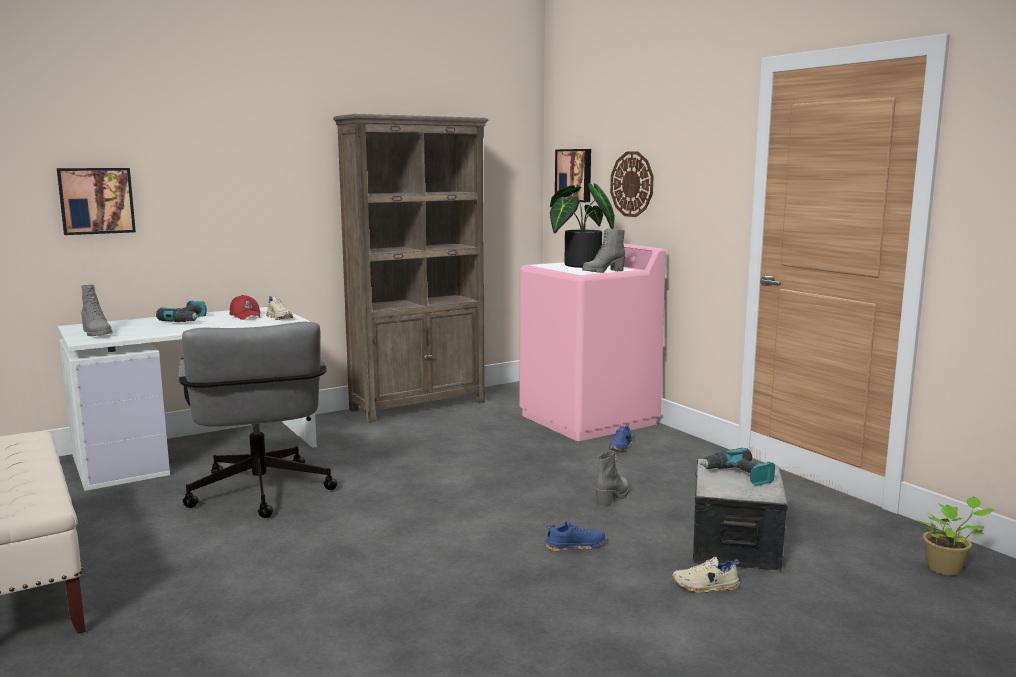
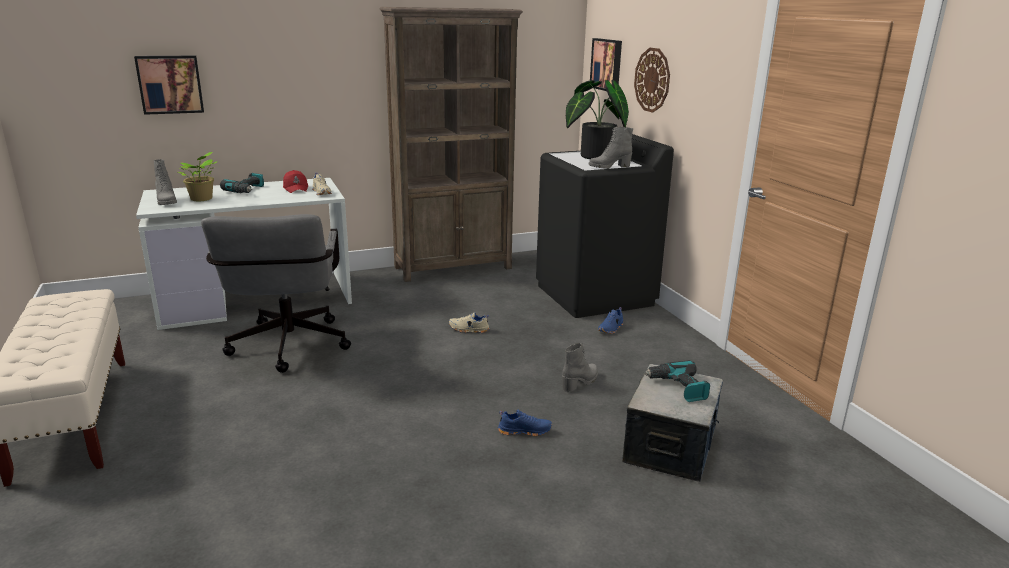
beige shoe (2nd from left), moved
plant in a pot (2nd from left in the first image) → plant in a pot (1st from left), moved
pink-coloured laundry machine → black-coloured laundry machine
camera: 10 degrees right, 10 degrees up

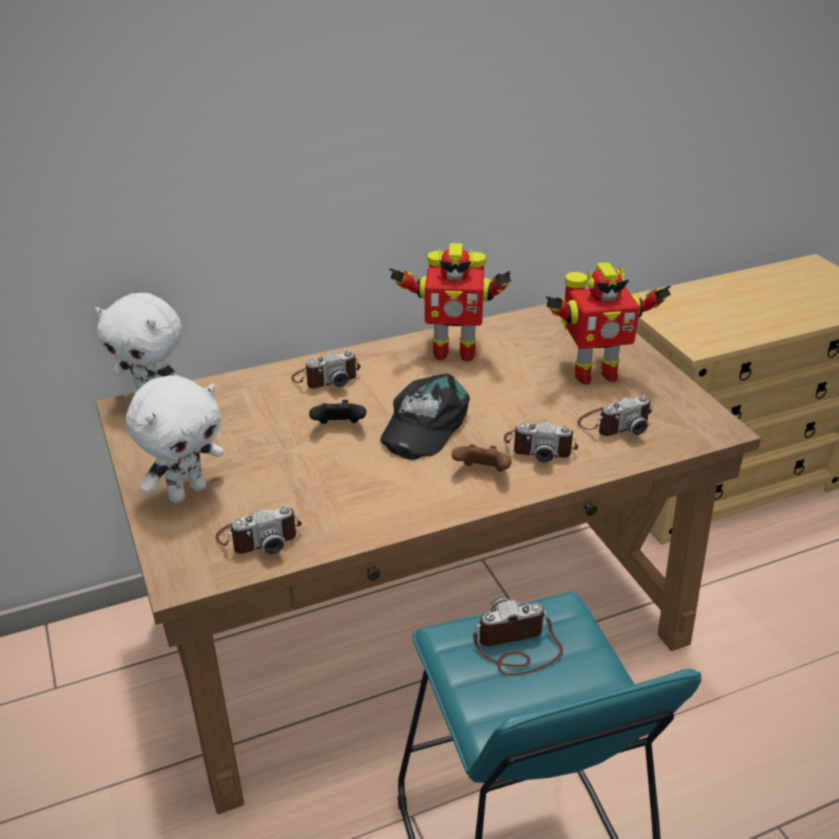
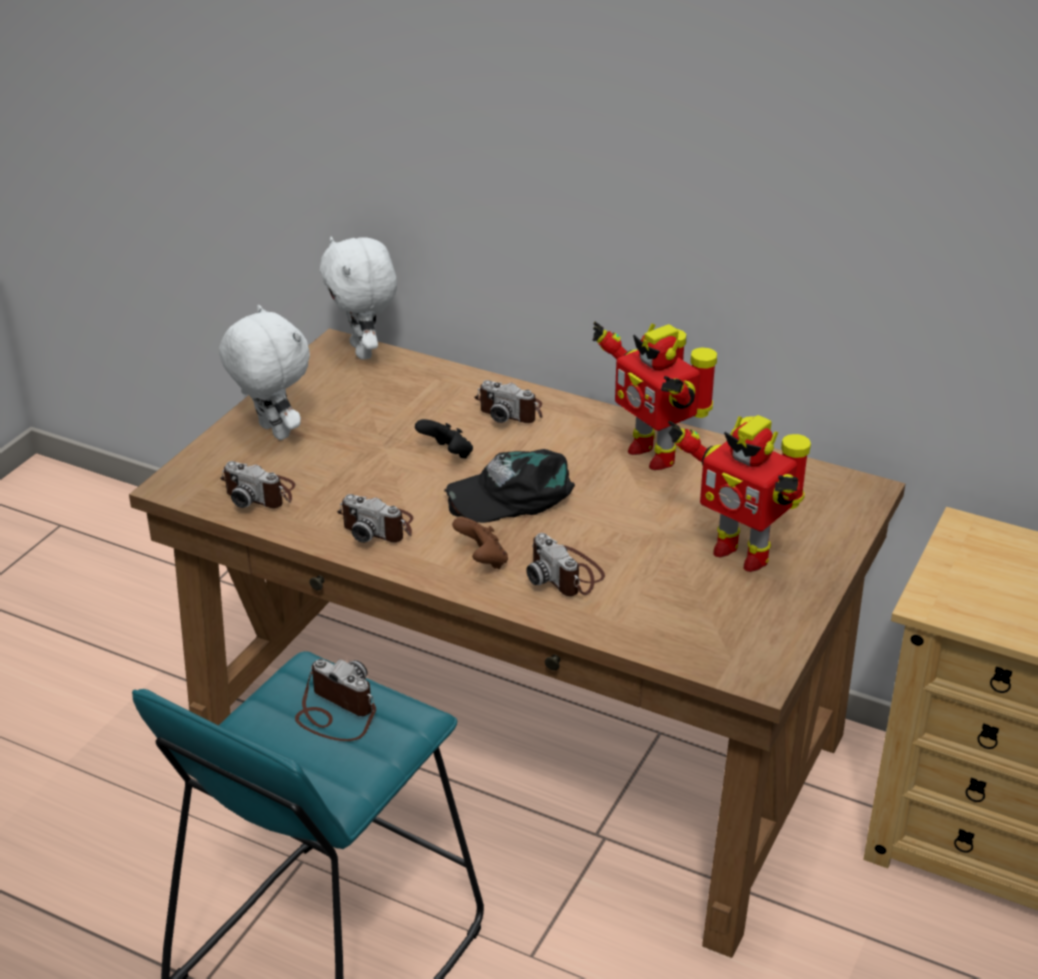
photo camera (5th from left in the first image) → photo camera (3rd from left), moved
white-coloured plush toy (2nd from left in the first image) → white-coloured plush toy (1st from left), 135 degrees counterclockwise
camera: 50 degrees right, 0 degrees up

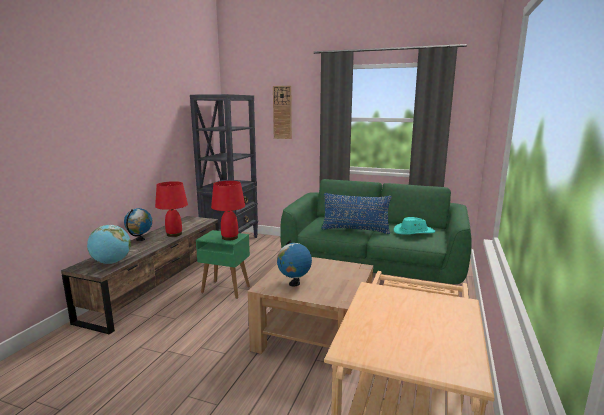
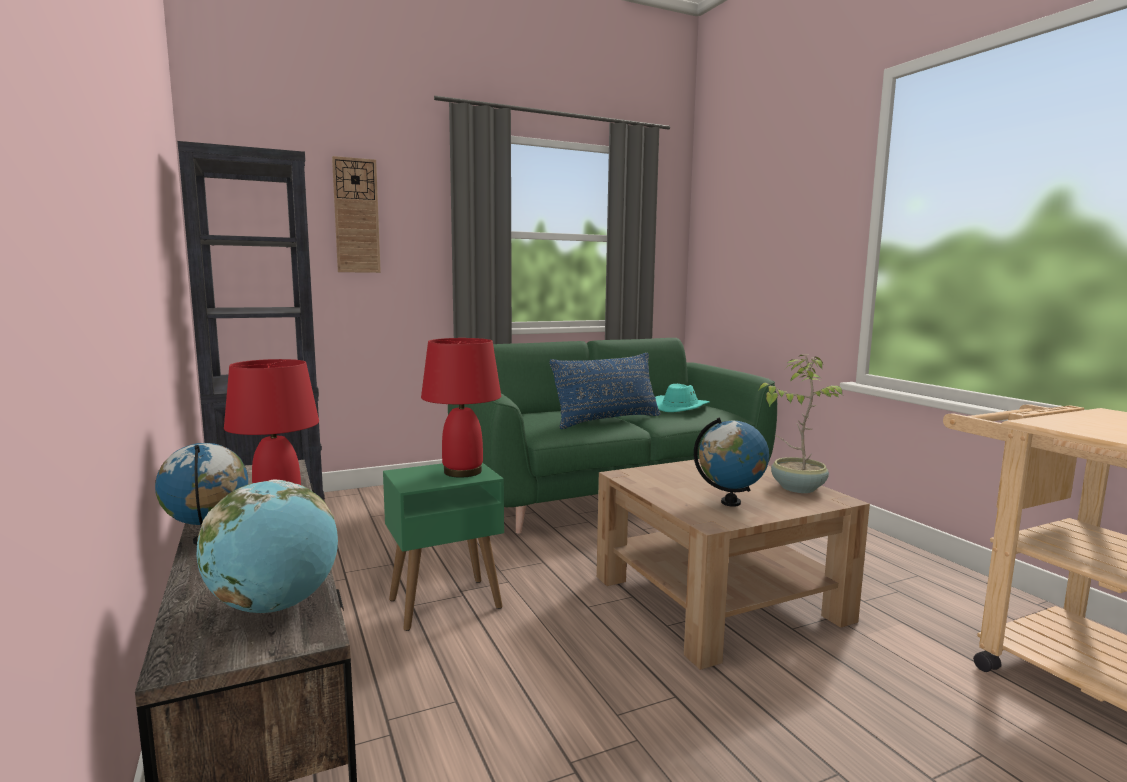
- → plant in a pot
camera: 45 degrees left, 5 degrees down

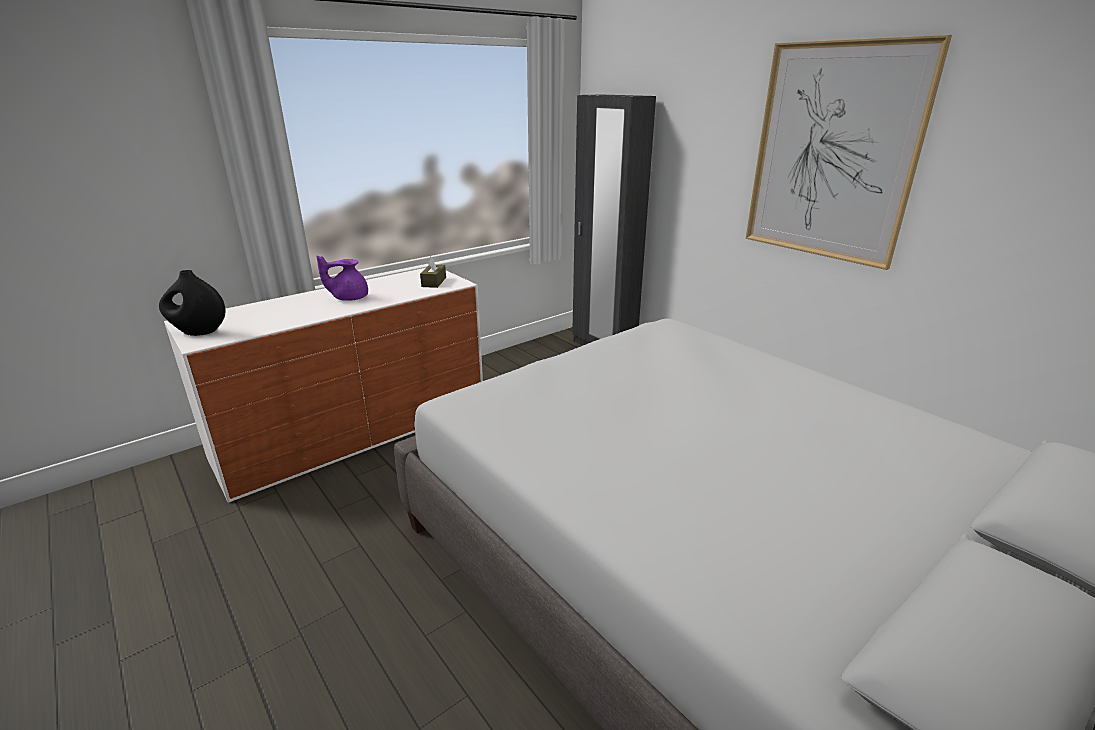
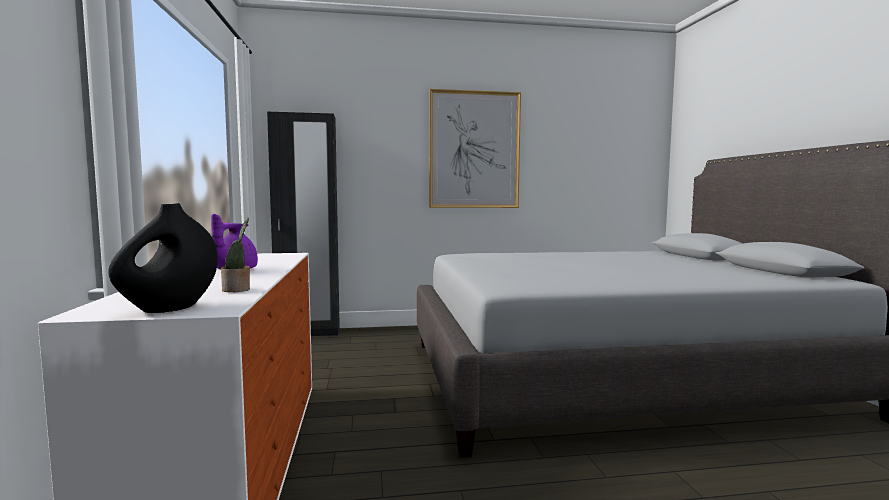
brown tissue holder → -
- → plant in a pot
camera: 60 degrees left, 20 degrees down

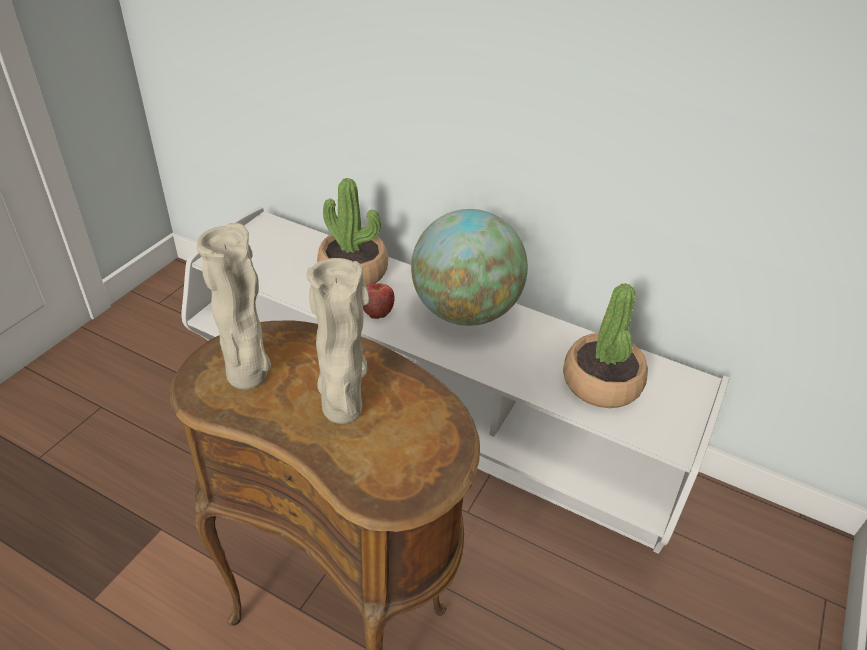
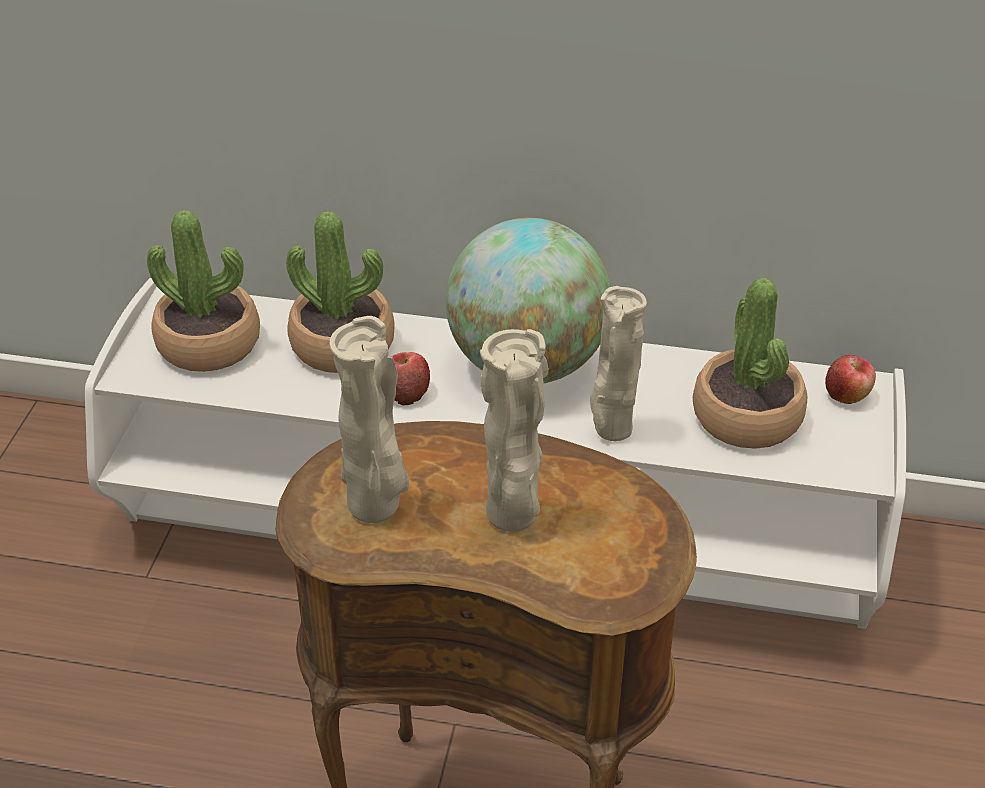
- → plant in a pot (1st from left)
- → beige vase (3rd from left)
- → apple (2nd from left)
camera: 15 degrees left, 0 degrees up

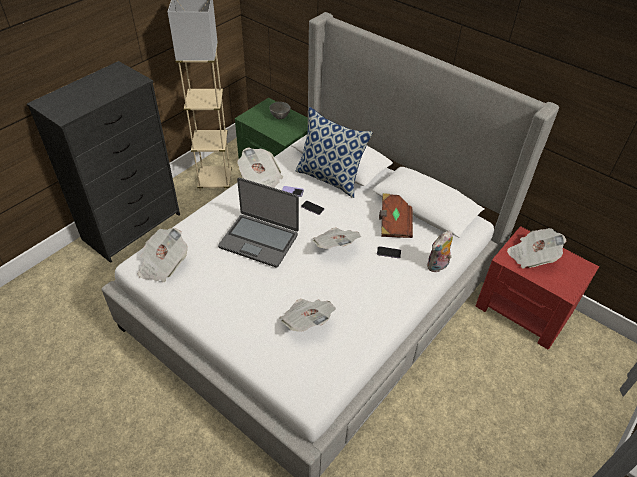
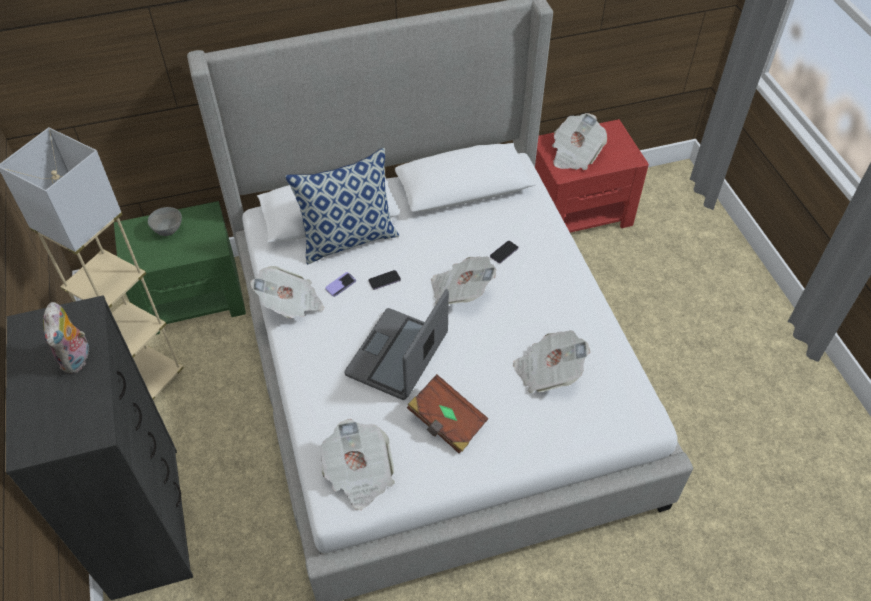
brown bound book, moved
plush toy, moved
laptop, 150 degrees clockwise
camera: 55 degrees left, 5 degrees up

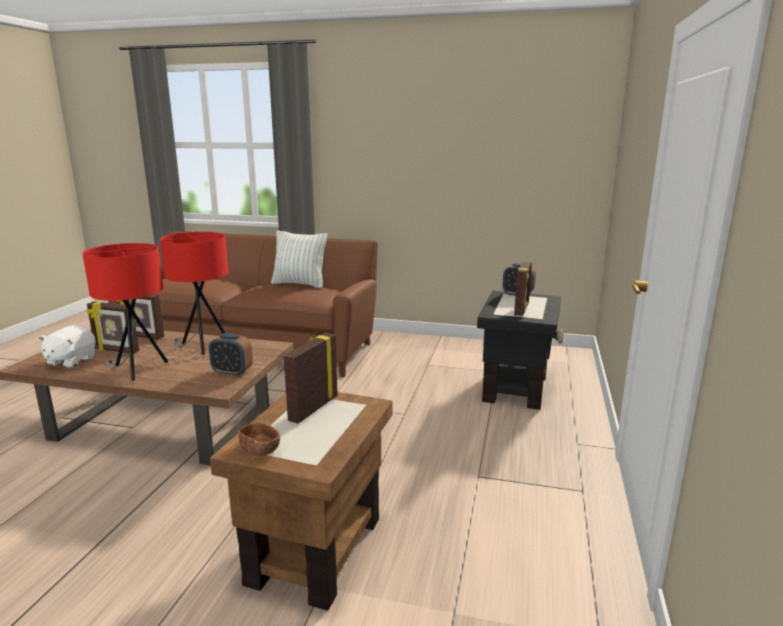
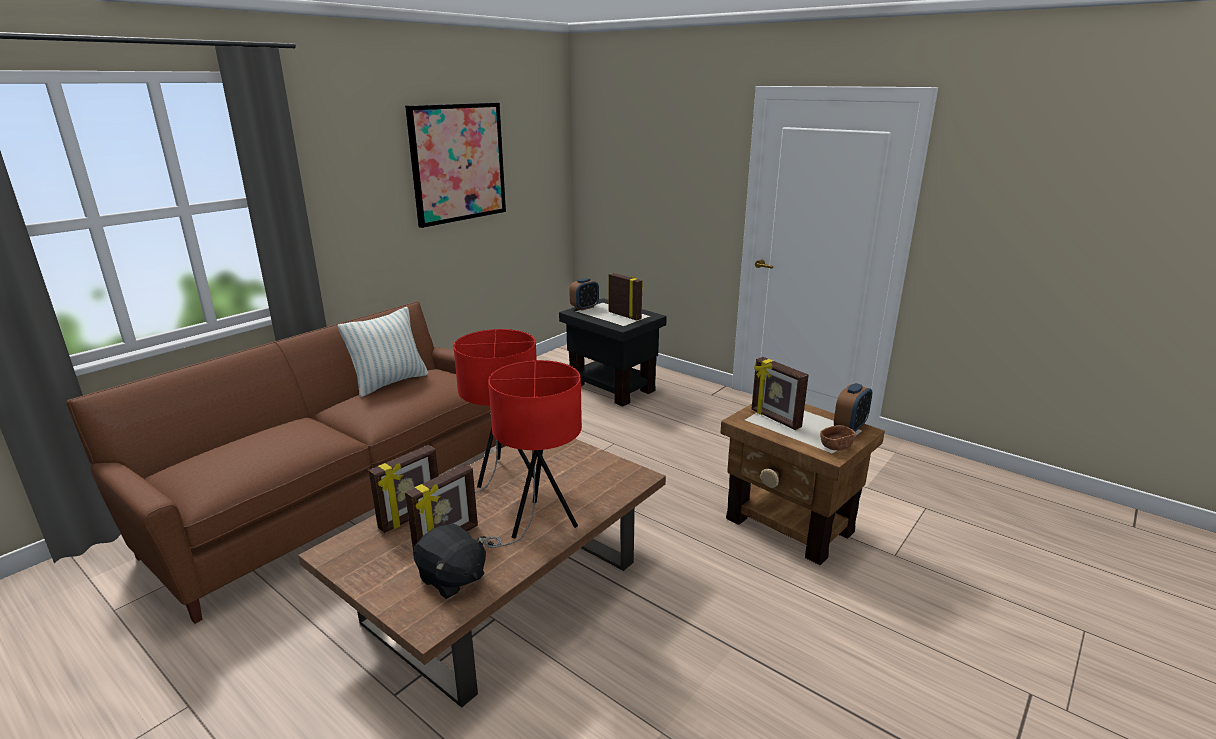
- → wall art
alarm clock (1st from left in the first image) → alarm clock (2nd from left), moved
white-coloured plush toy → black-coloured plush toy
camera: 65 degrees left, 5 degrees up

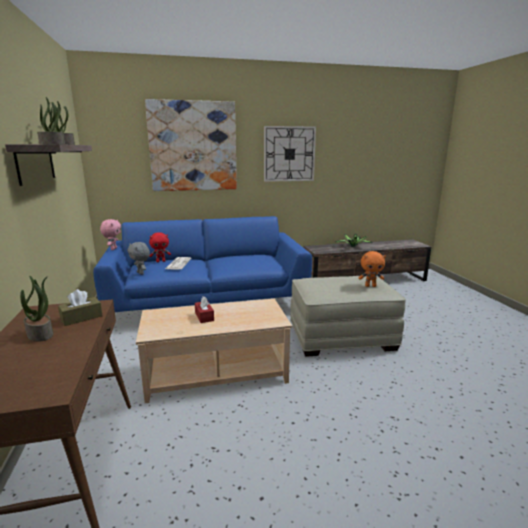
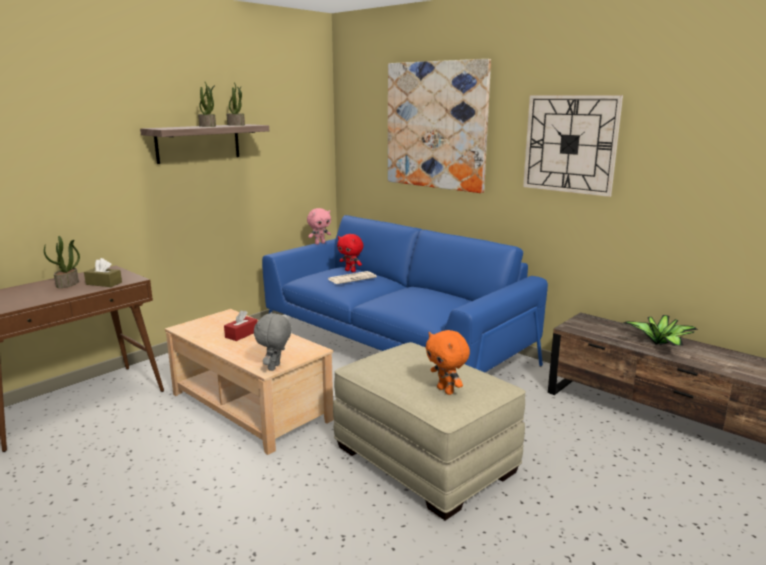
greyish plush toy, moved
camera: 55 degrees right, 0 degrees up

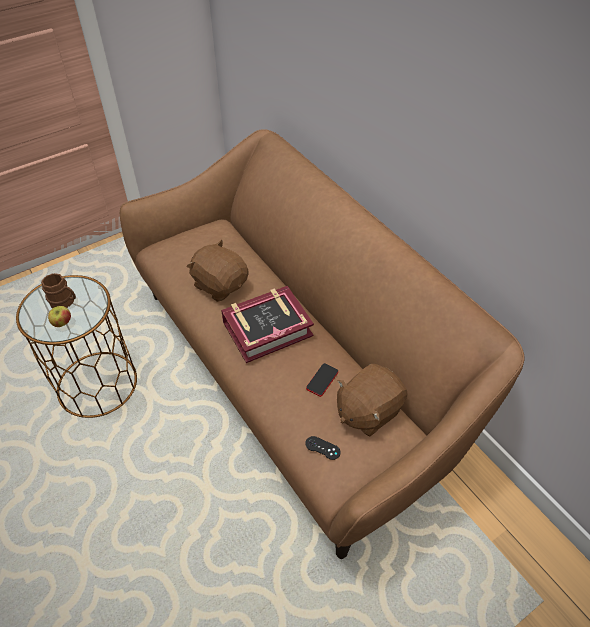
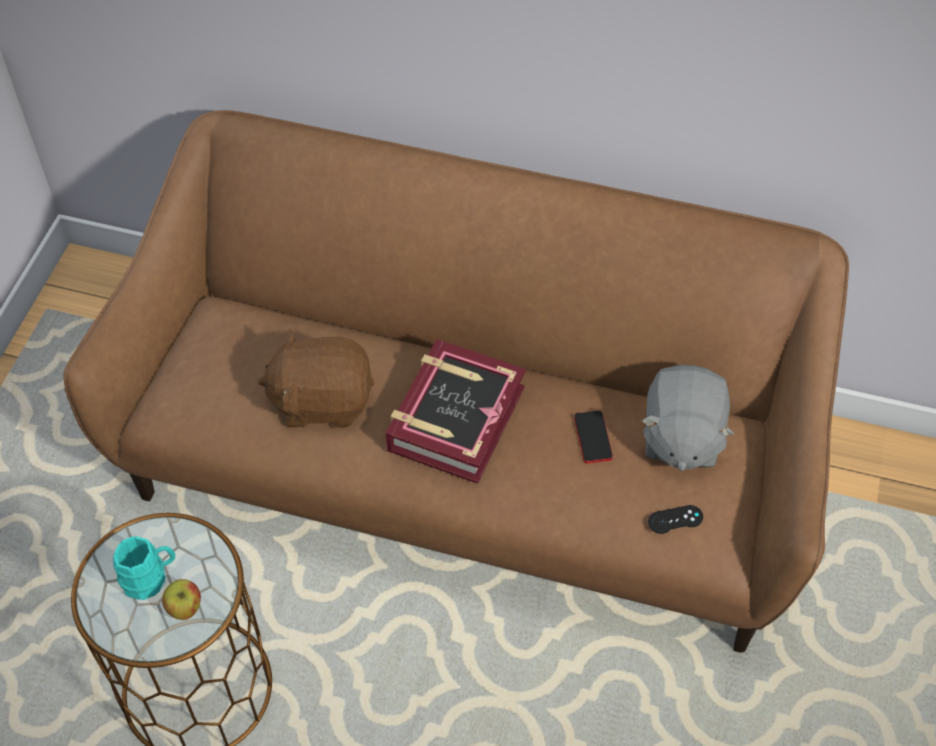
brown tea mug → turquoise tea mug
brown plush toy (2nd from left) → greyish plush toy
camera: 40 degrees left, 5 degrees up

